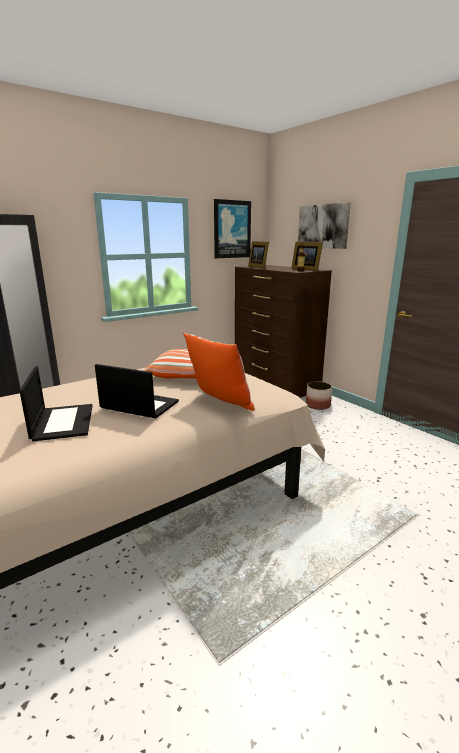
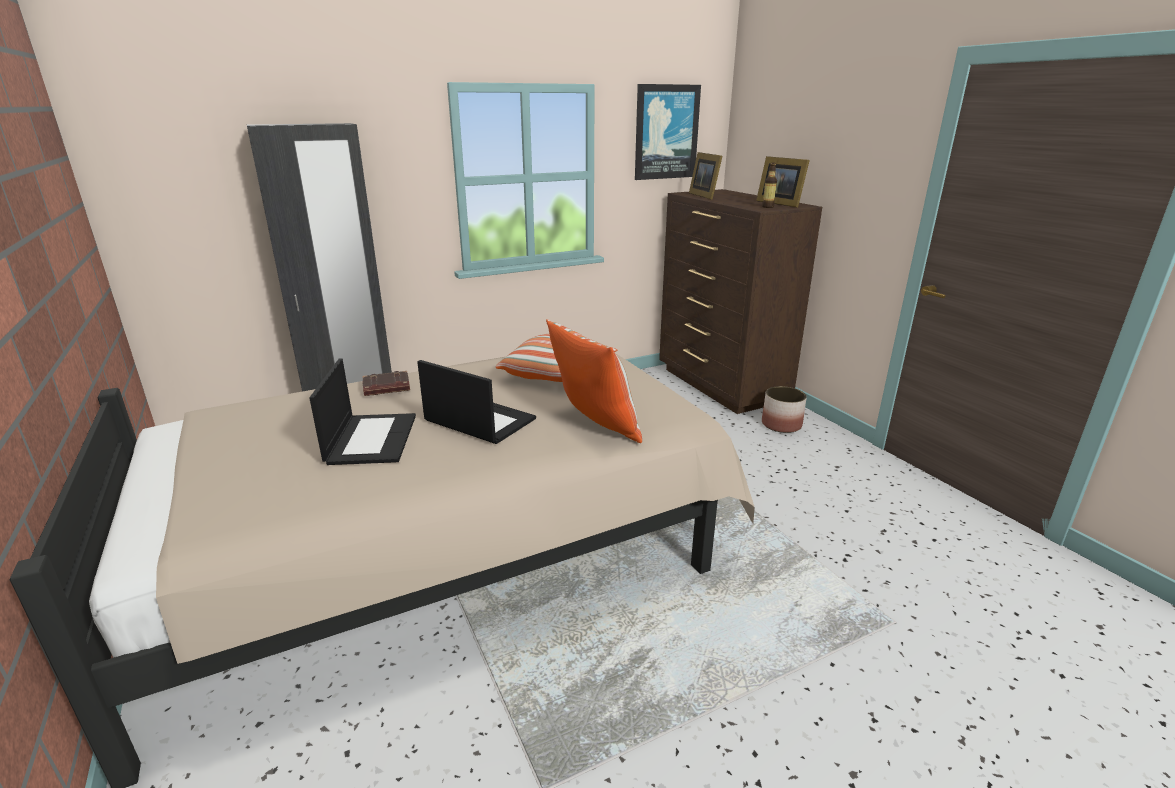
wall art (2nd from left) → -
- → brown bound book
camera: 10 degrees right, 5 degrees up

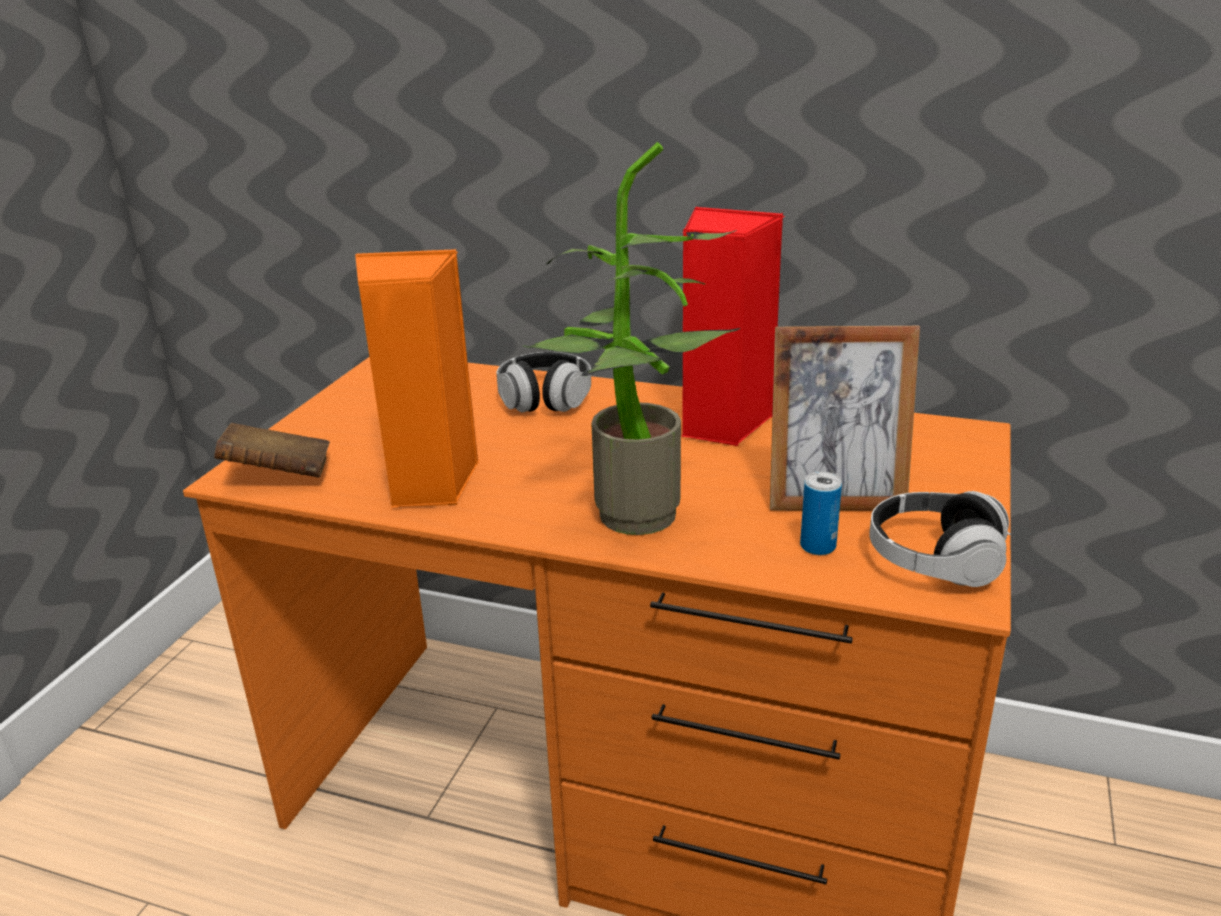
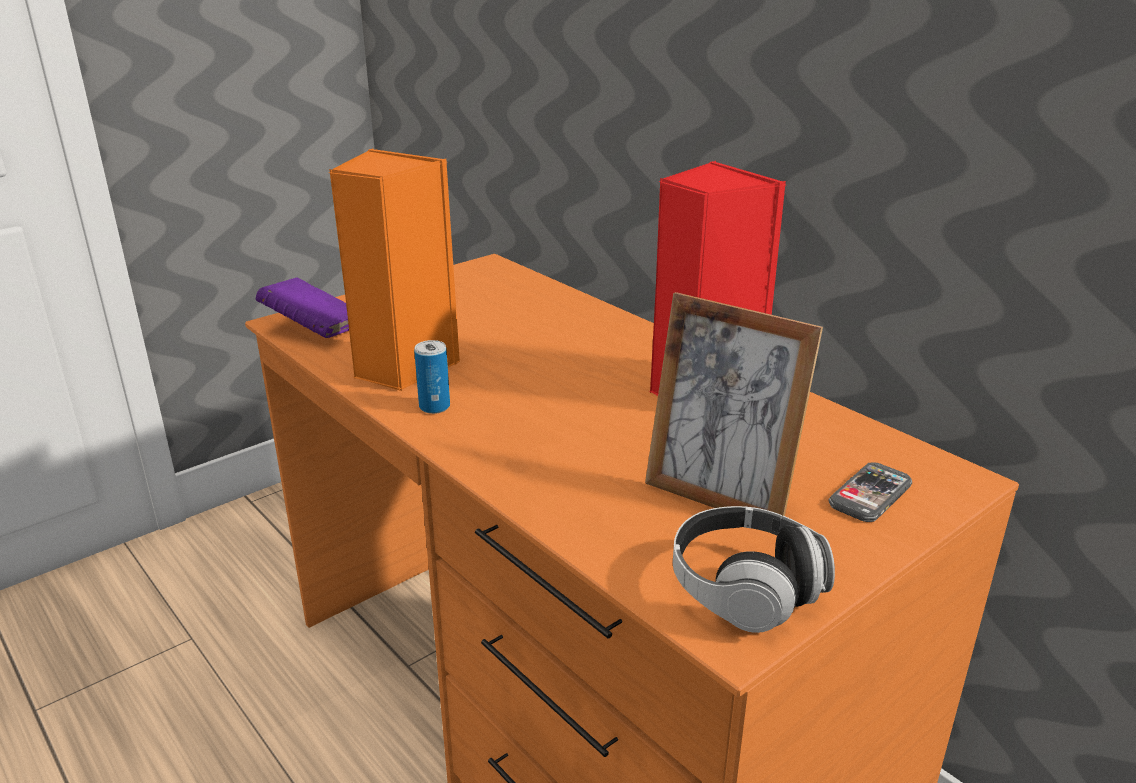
headset (1st from left) → -
plant in a pot → -
- → phone
sealed can, moved
brown bound book → purple-coloured bound book
camera: 30 degrees right, 0 degrees up

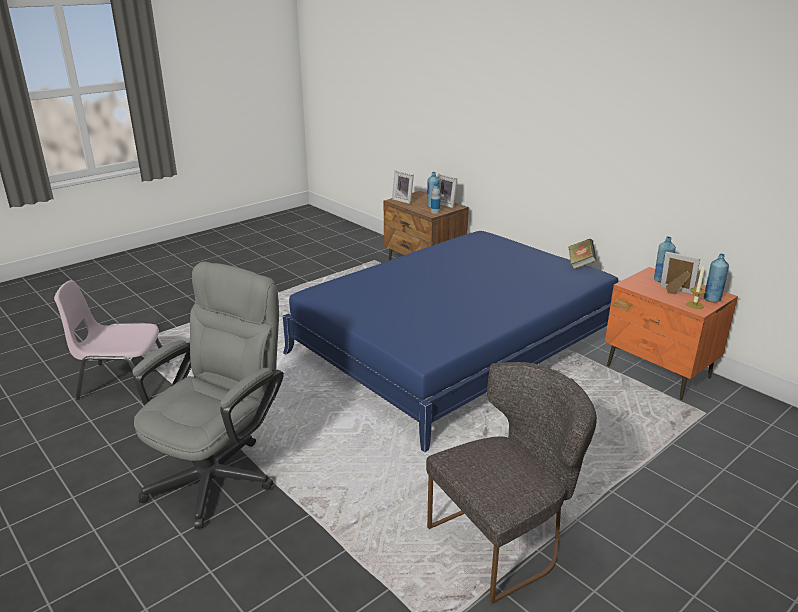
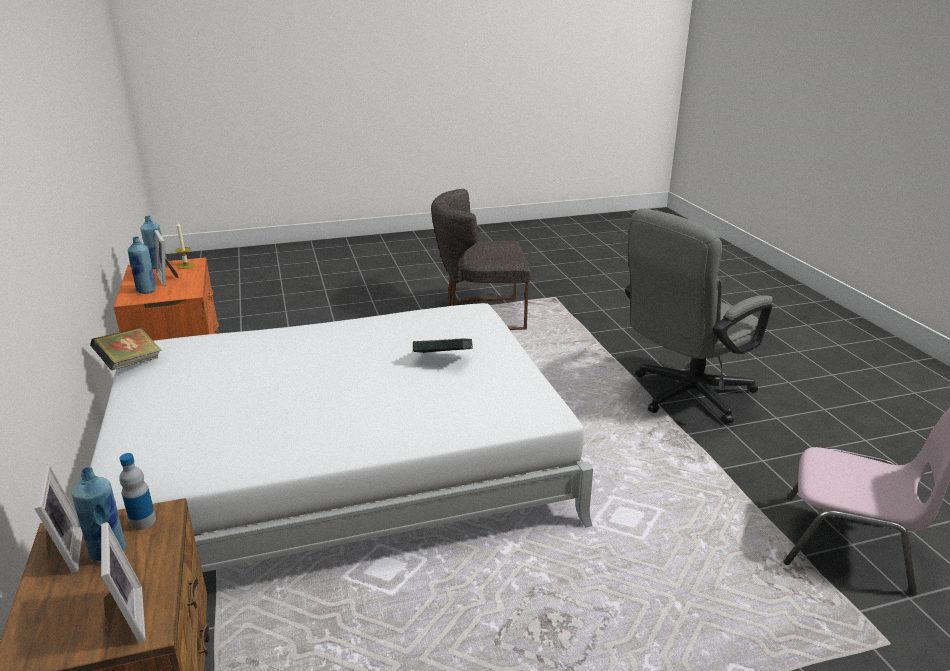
- → bound book (2nd from left)
bluish sleeping bed → white-coloured sleeping bed
camera: 155 degrees left, 0 degrees up

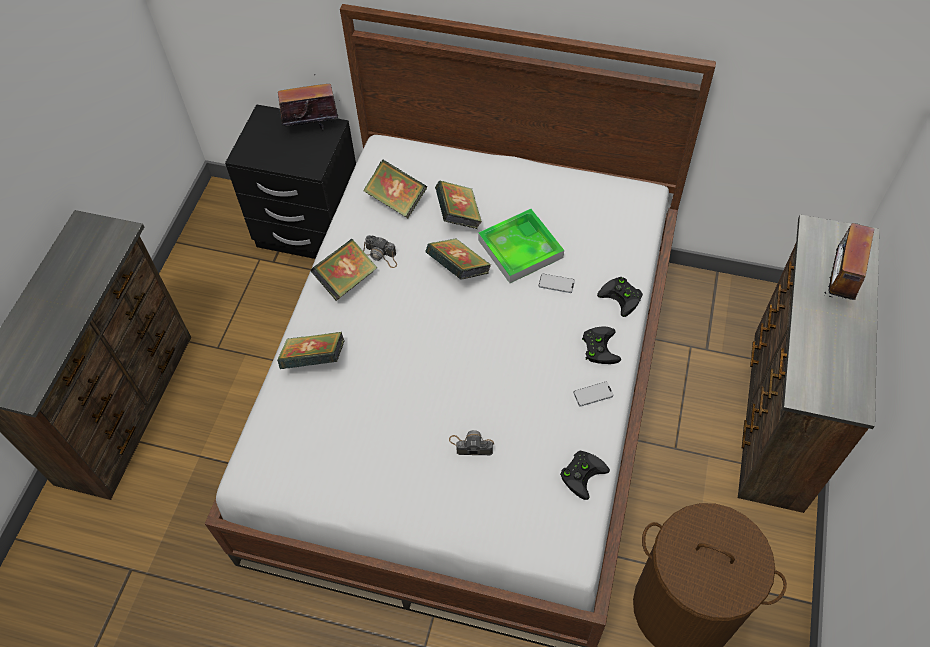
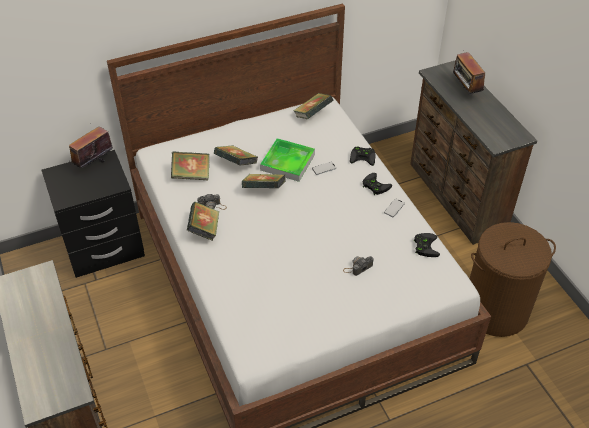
bound book (1st from left in the first image) → bound book (5th from left), moved
camera: 40 degrees left, 10 degrees down

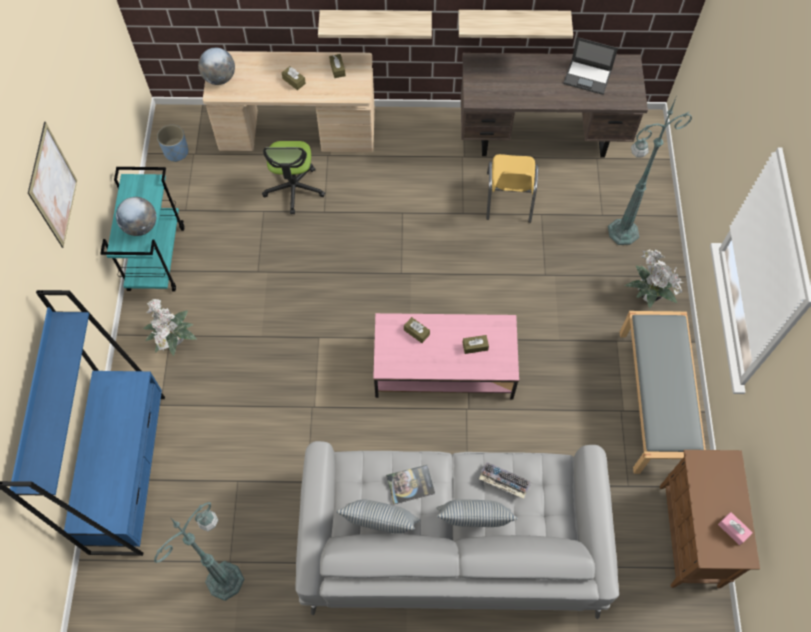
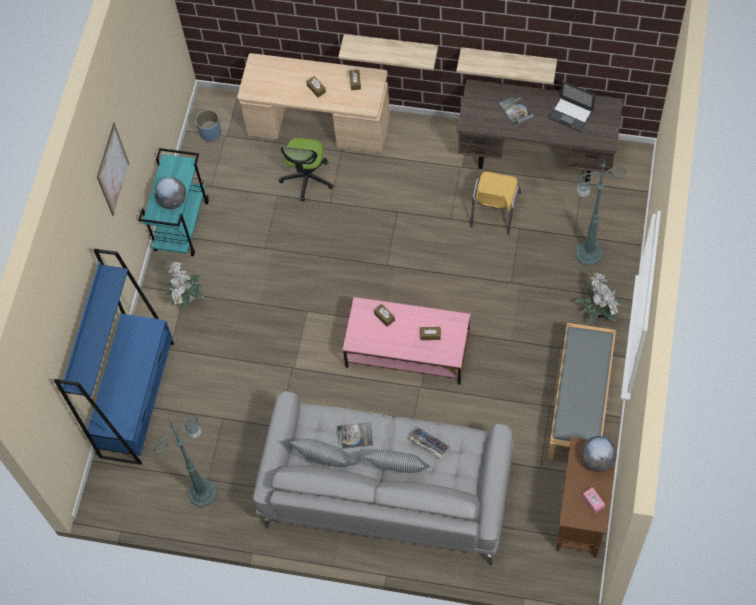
- → bound book (2nd from left)
globe (2nd from left), moved
camera: 15 degrees right, 0 degrees up

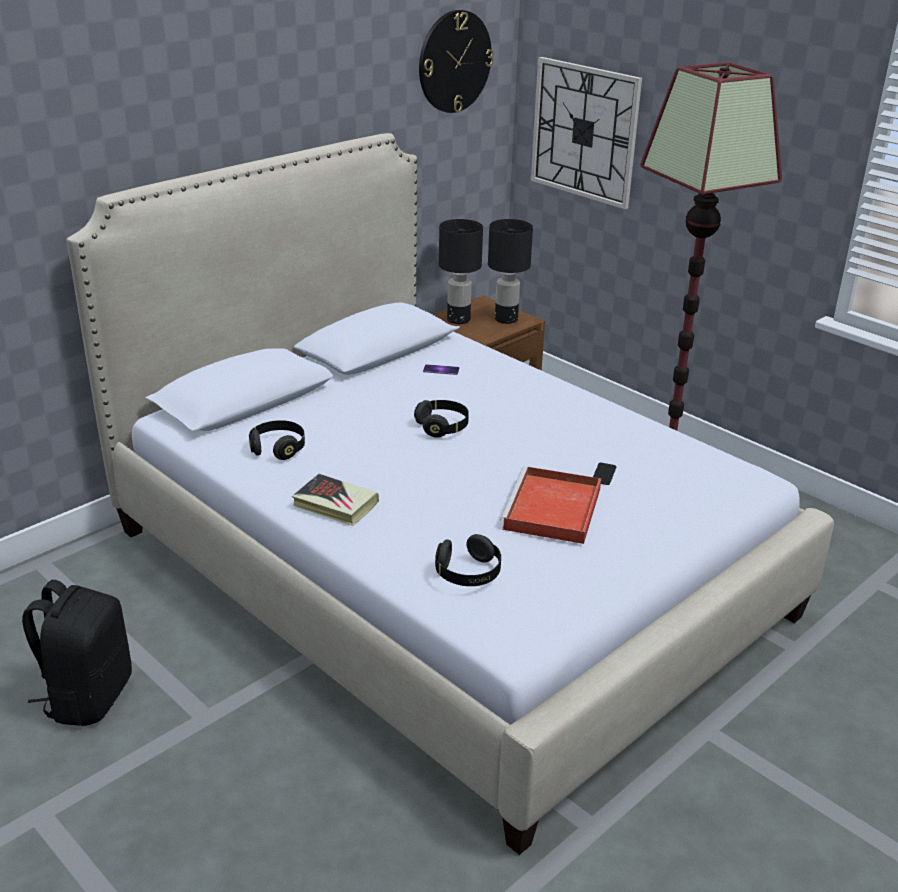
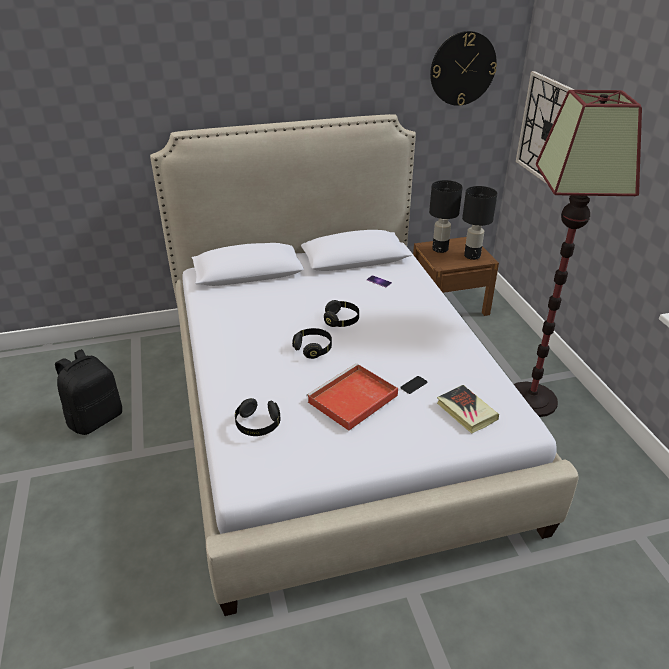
black-coloured headset (1st from left in the first image) → black-coloured headset (2nd from left), moved
bound book, moved
camera: 30 degrees right, 5 degrees up

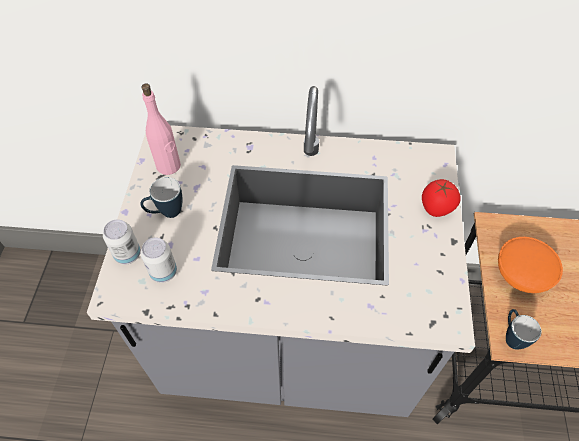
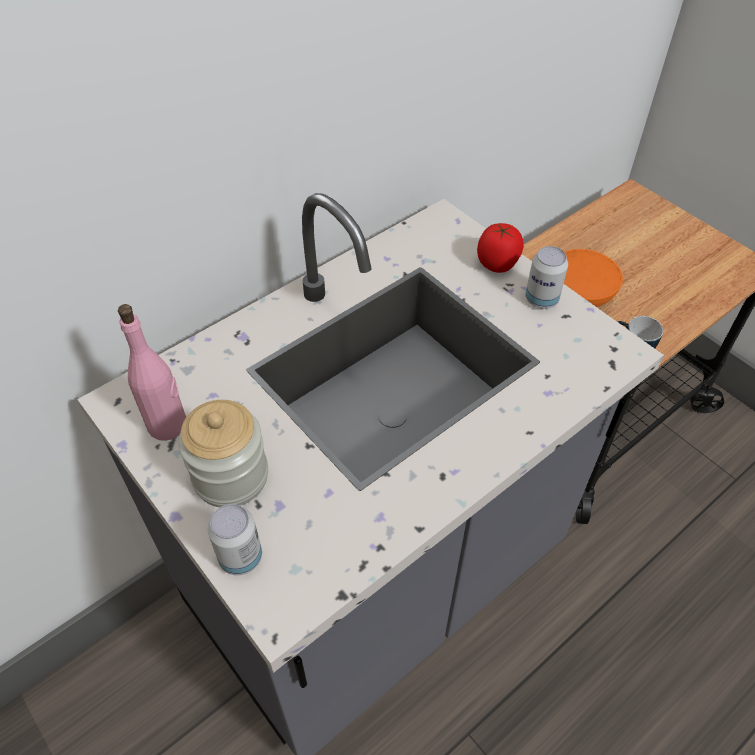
sealed can (2nd from left), moved
tea mug (1st from left) → preserve jar
camera: 45 degrees left, 5 degrees down

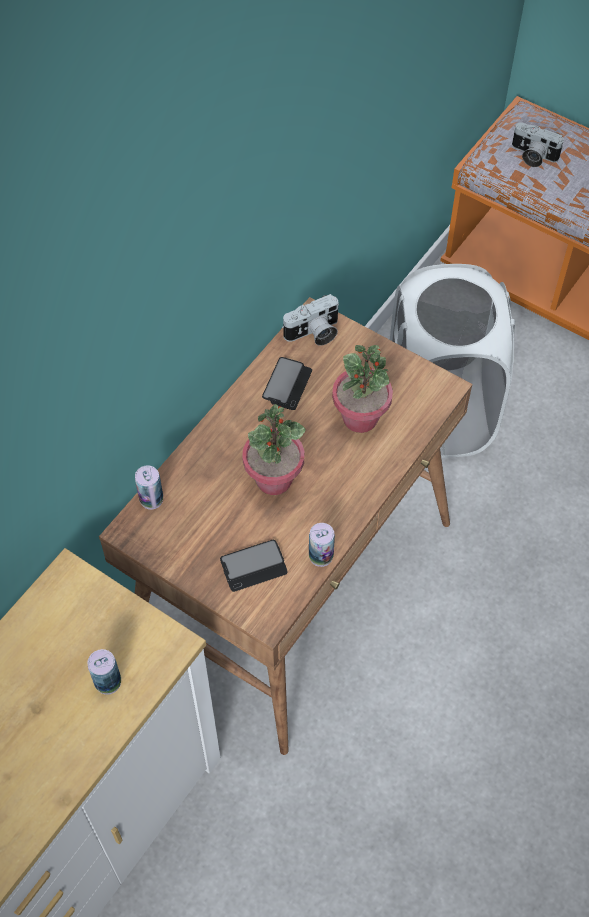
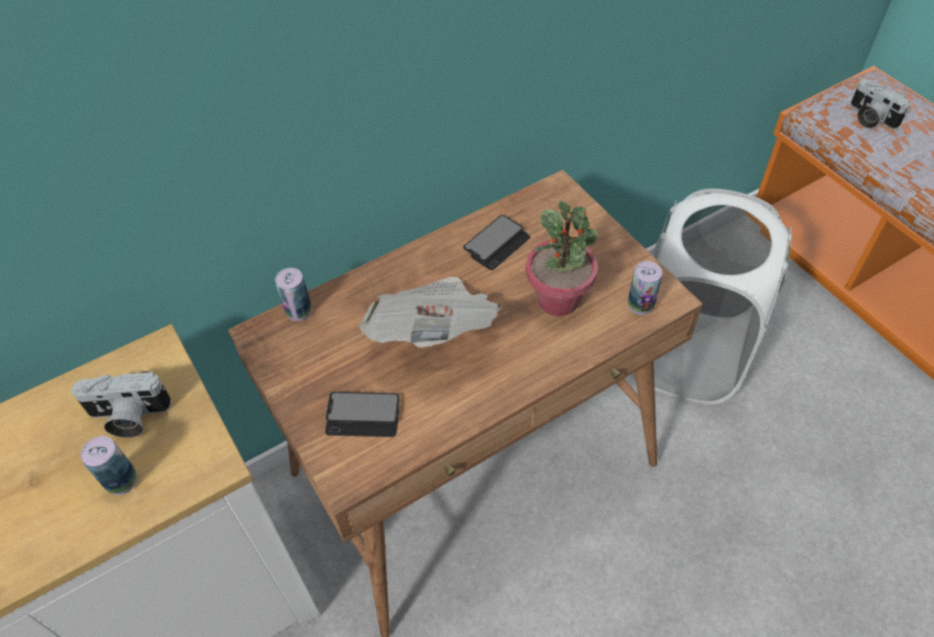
photo camera (1st from left), moved
sealed can (3rd from left), moved
plant in a pot (1st from left) → daily paper
camera: 25 degrees right, 5 degrees down

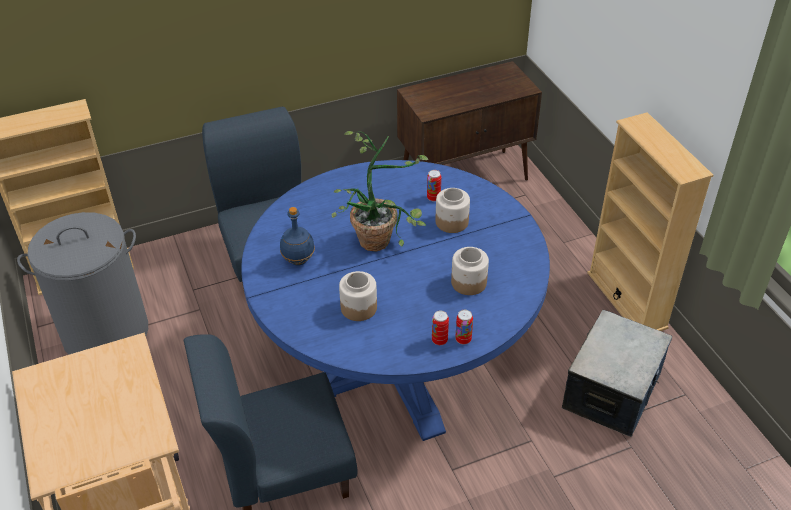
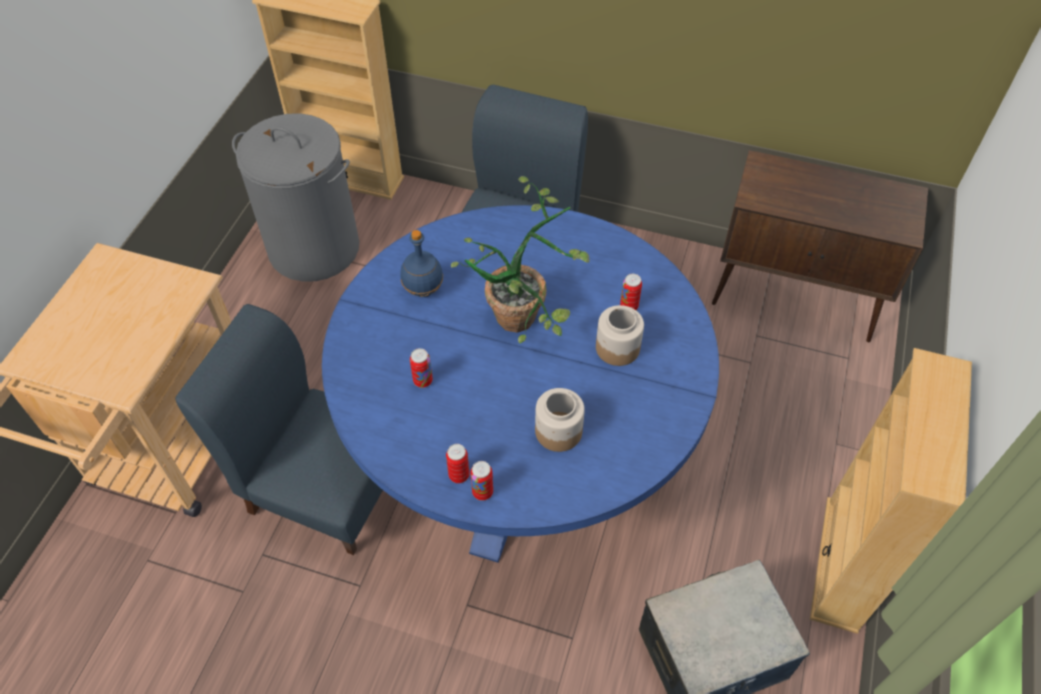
preserve jar (1st from left) → sealed can (1st from left)
camera: 40 degrees right, 10 degrees up

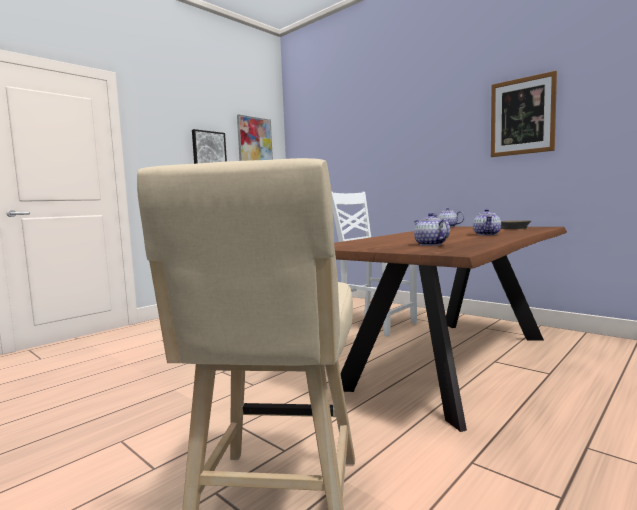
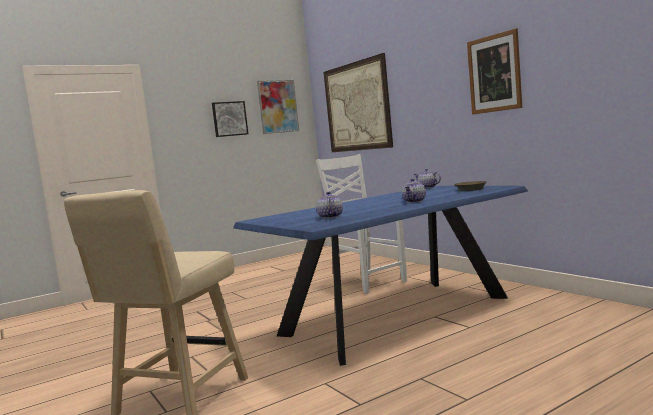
- → wall art (3rd from left)
brown kitchen table → bluish kitchen table
camera: 15 degrees right, 0 degrees up

